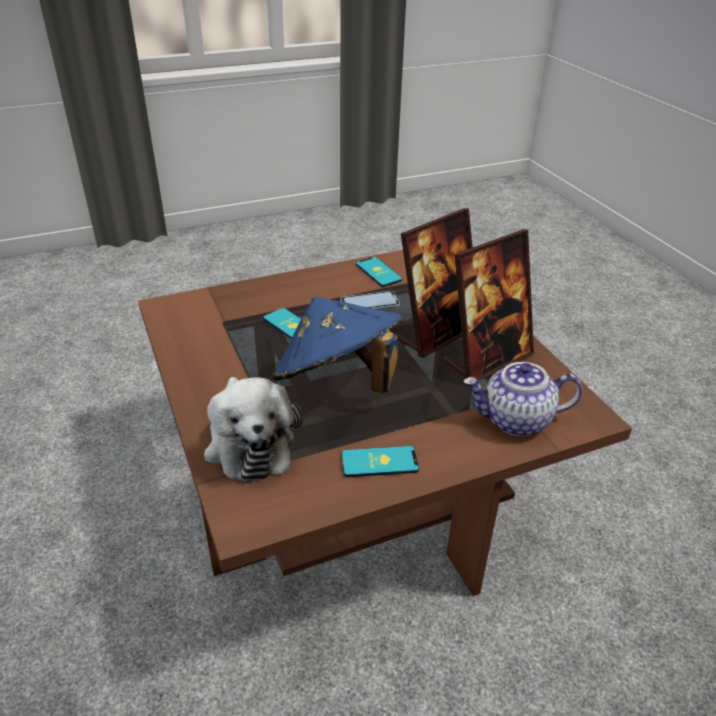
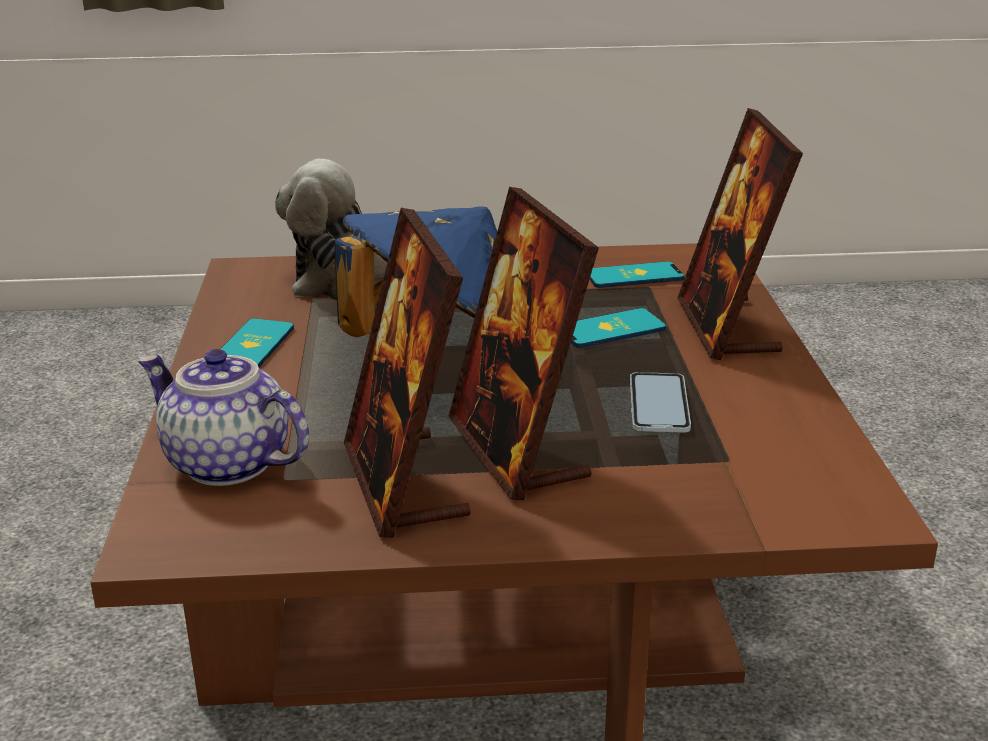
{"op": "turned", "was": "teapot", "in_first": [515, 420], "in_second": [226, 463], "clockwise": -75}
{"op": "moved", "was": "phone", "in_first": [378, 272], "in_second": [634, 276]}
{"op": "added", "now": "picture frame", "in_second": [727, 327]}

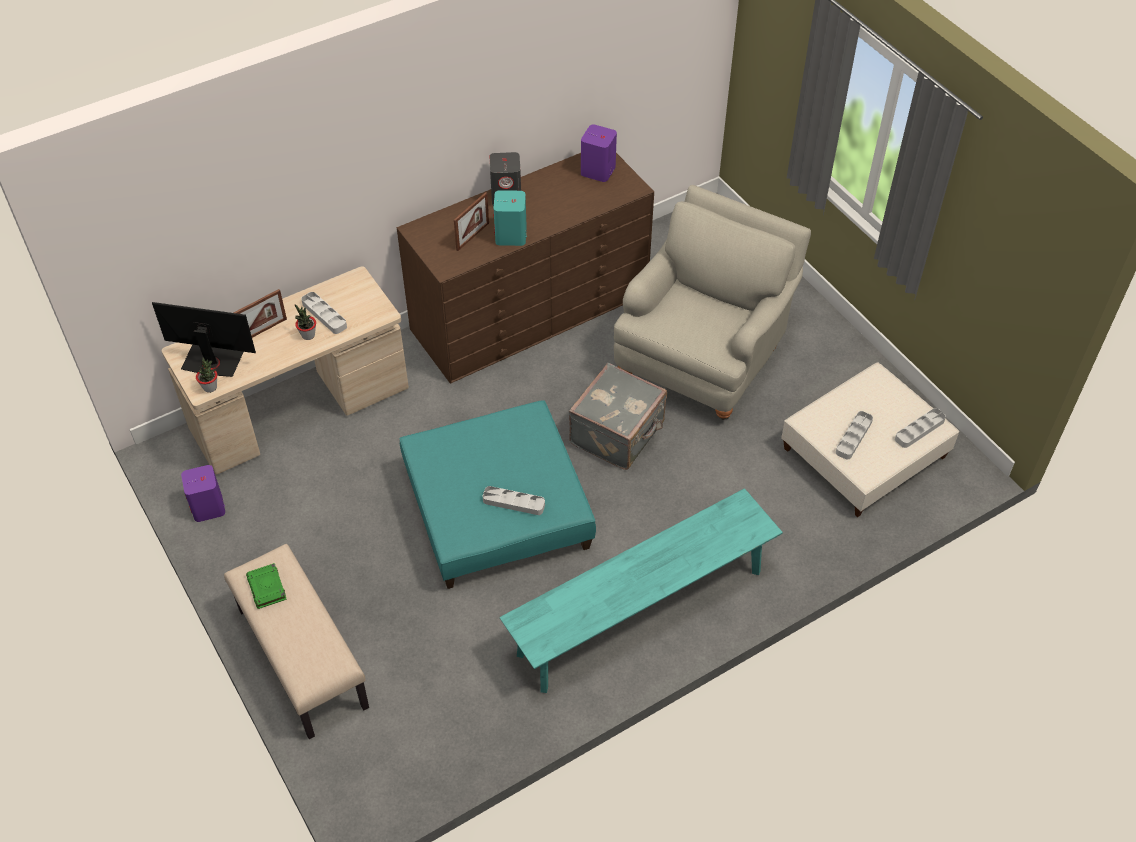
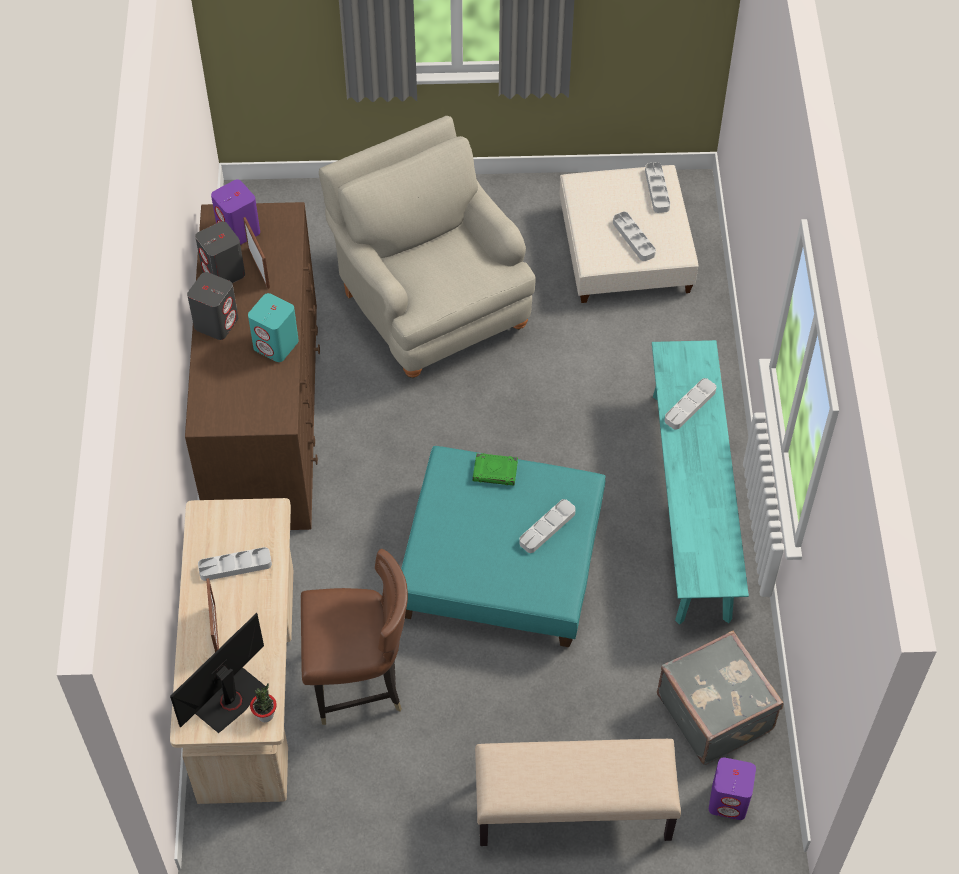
{"op": "added", "now": "speaker (grey)", "in_second": [223, 273]}
{"op": "moved", "was": "picture frame", "in_first": [472, 236], "in_second": [258, 267]}
{"op": "added", "now": "chair (brown)", "in_second": [359, 682]}
{"op": "moved", "was": "book (green)", "in_first": [267, 588], "in_second": [495, 471]}
{"op": "moved", "was": "suitcase (grey)", "in_first": [618, 434], "in_second": [716, 711]}
{"op": "added", "now": "tray (grey)", "in_second": [690, 406]}
{"op": "moved", "was": "speaker (purple)", "in_first": [208, 508], "in_second": [729, 800]}
{"op": "removed", "was": "potted plant", "in_first": [308, 335]}

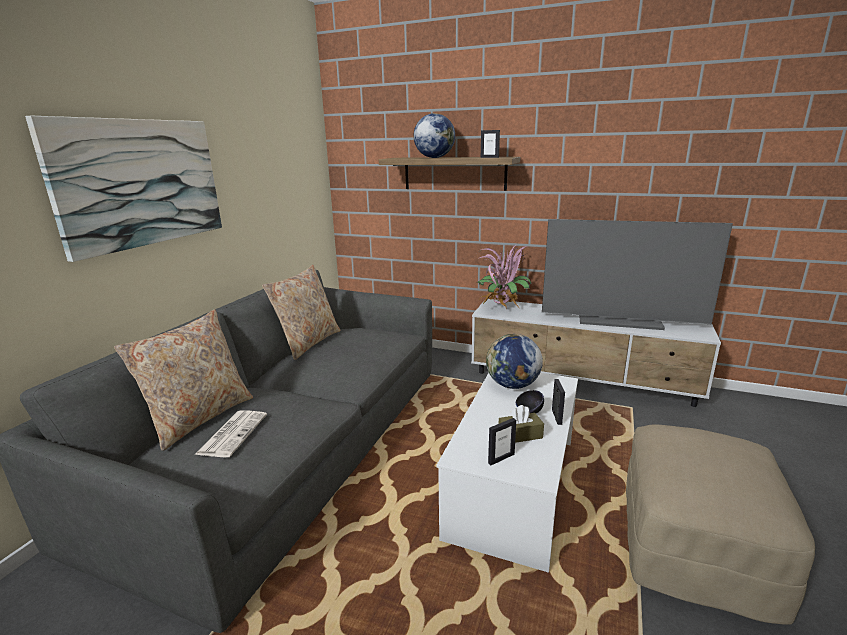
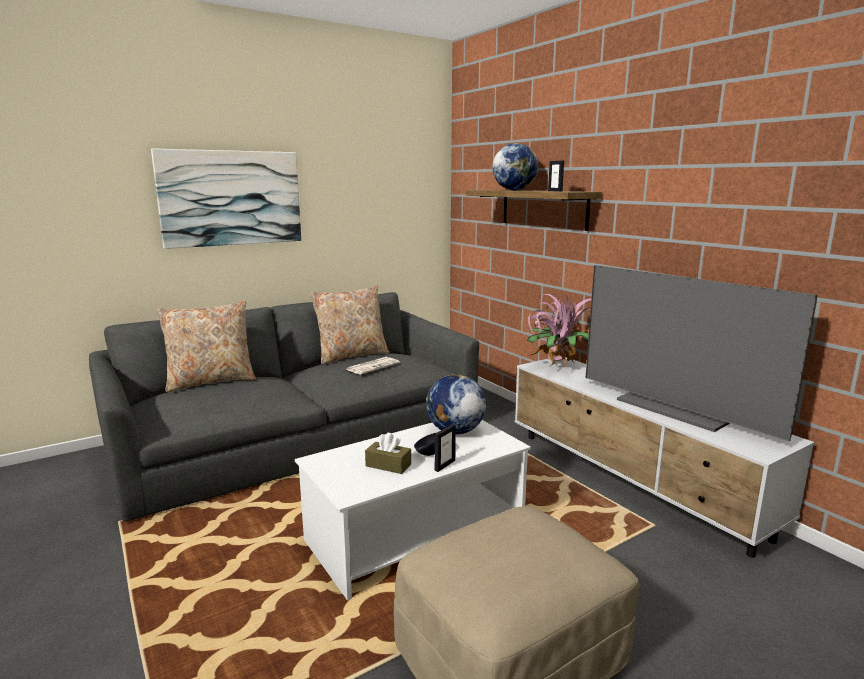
{"op": "moved", "was": "newspaper", "in_first": [232, 433], "in_second": [373, 366]}
{"op": "removed", "was": "picture frame", "in_first": [501, 458]}

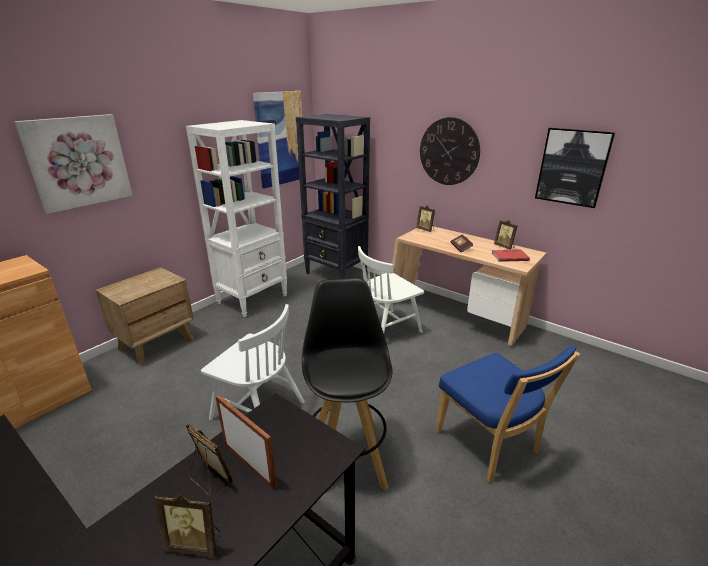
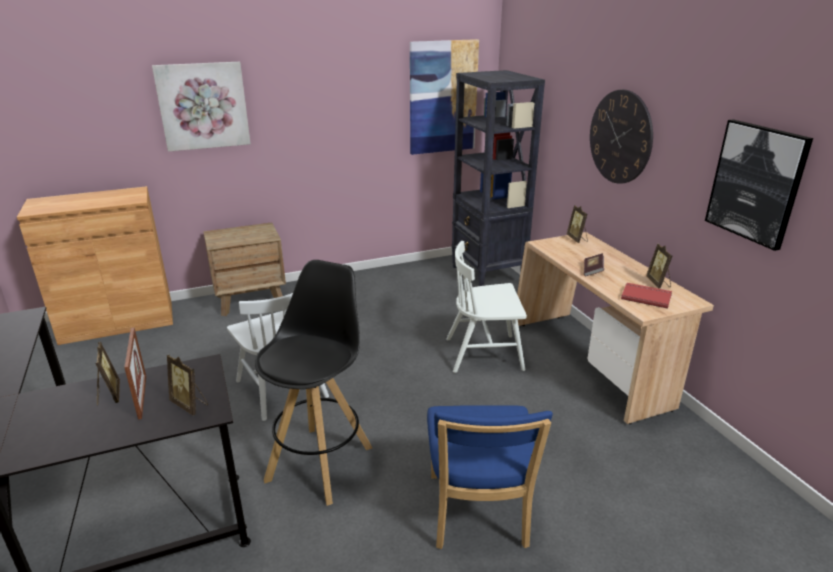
{"op": "moved", "was": "picture frame", "in_first": [195, 543], "in_second": [190, 404]}
{"op": "removed", "was": "bookcase (white)", "in_first": [253, 299]}

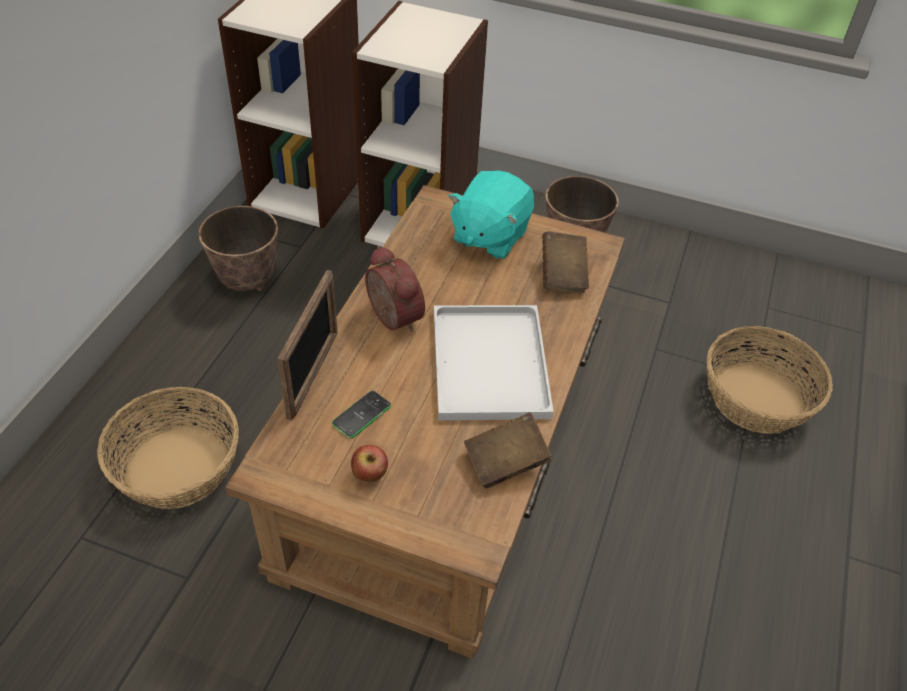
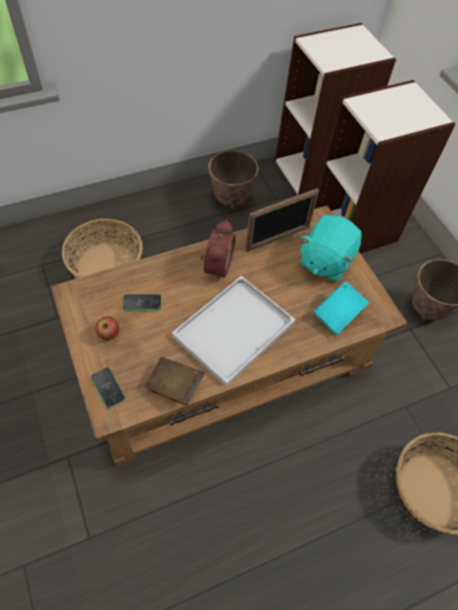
{"op": "added", "now": "phone", "in_second": [108, 388]}
{"op": "moved", "was": "picture frame", "in_first": [313, 374], "in_second": [278, 238]}
{"op": "turned", "was": "plush toy (turquoise)", "in_first": [489, 236], "in_second": [325, 260], "clockwise": -45}
{"op": "recoloured", "was": "book (brown)", "now": "book (turquoise)", "in_first": [562, 275], "in_second": [338, 314]}

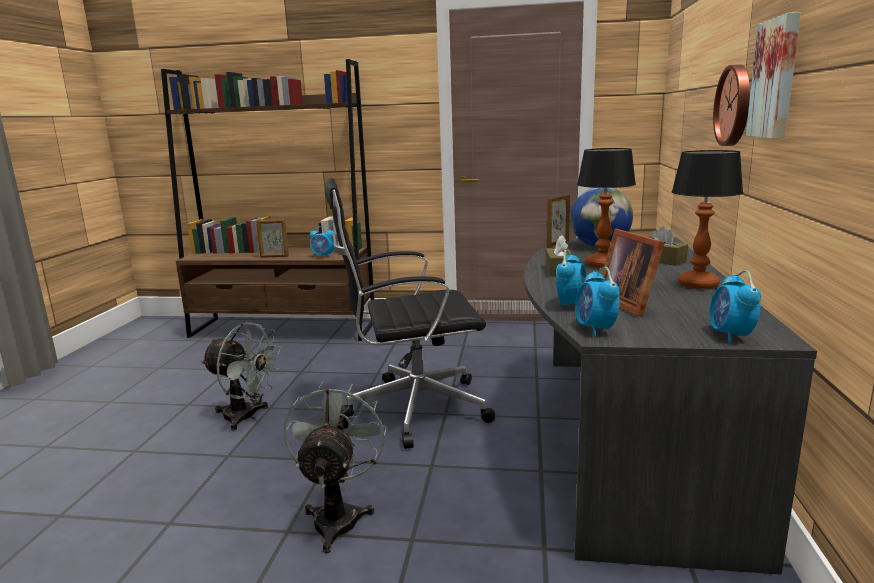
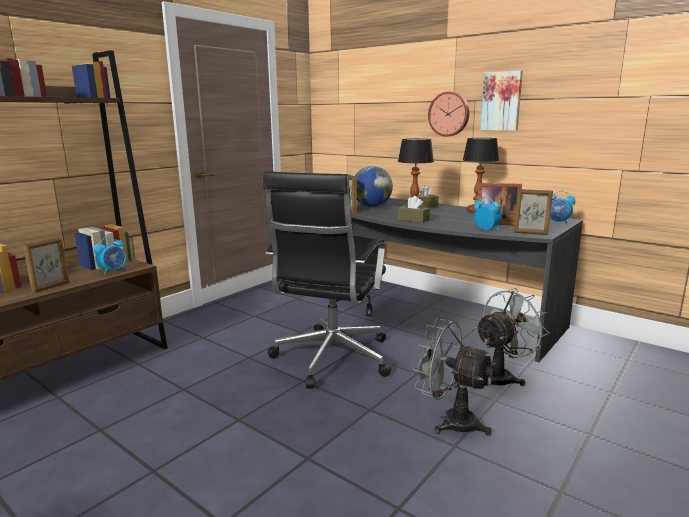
{"op": "moved", "was": "fan (grey)", "in_first": [247, 417], "in_second": [502, 377]}
{"op": "replaced", "was": "alarm clock", "now": "picture frame", "in_first": [595, 329], "in_second": [530, 233]}

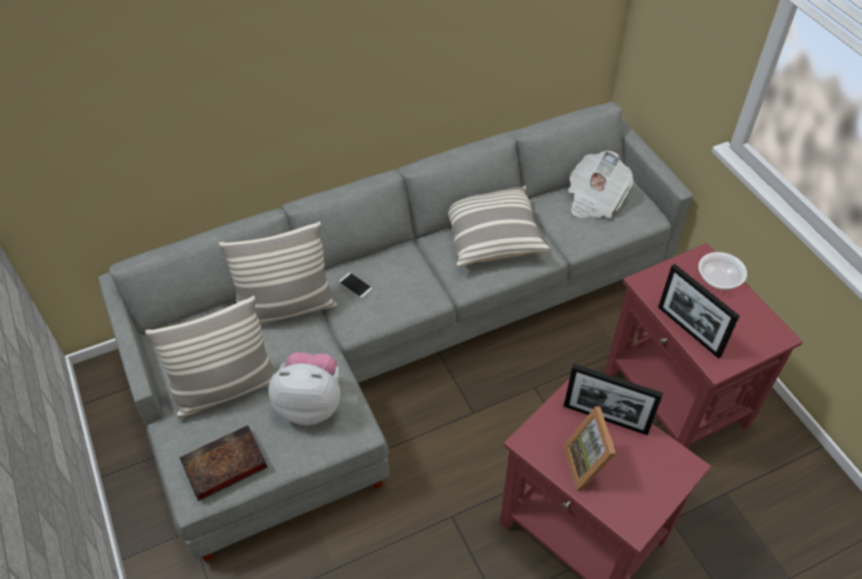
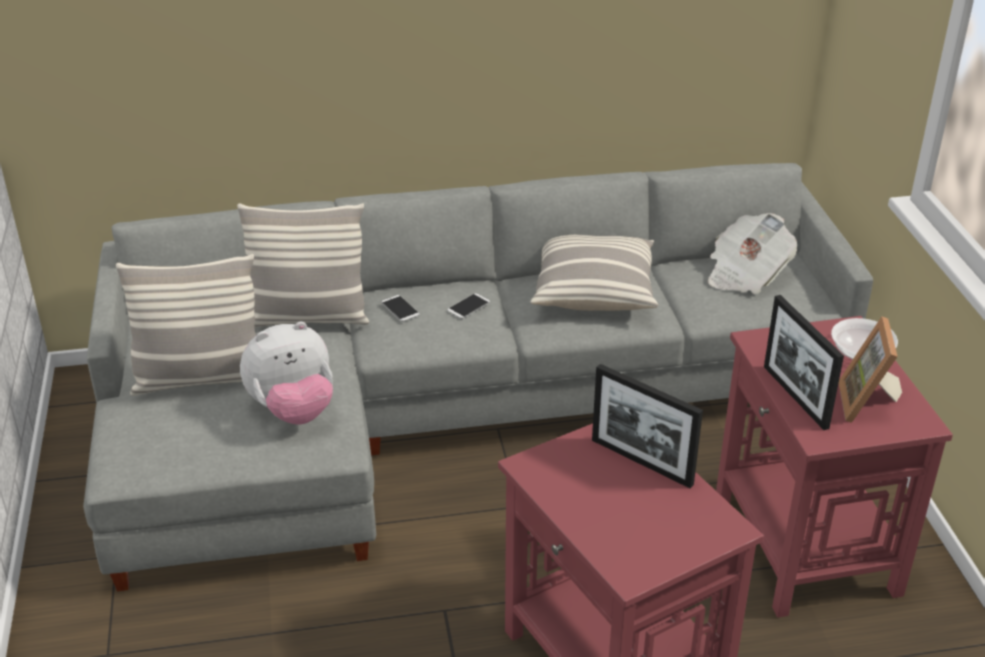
{"op": "turned", "was": "plush toy", "in_first": [311, 404], "in_second": [293, 411], "clockwise": 135}
{"op": "added", "now": "phone", "in_second": [468, 306]}
{"op": "moved", "was": "picture frame", "in_first": [590, 464], "in_second": [868, 403]}
{"op": "removed", "was": "book", "in_first": [223, 466]}

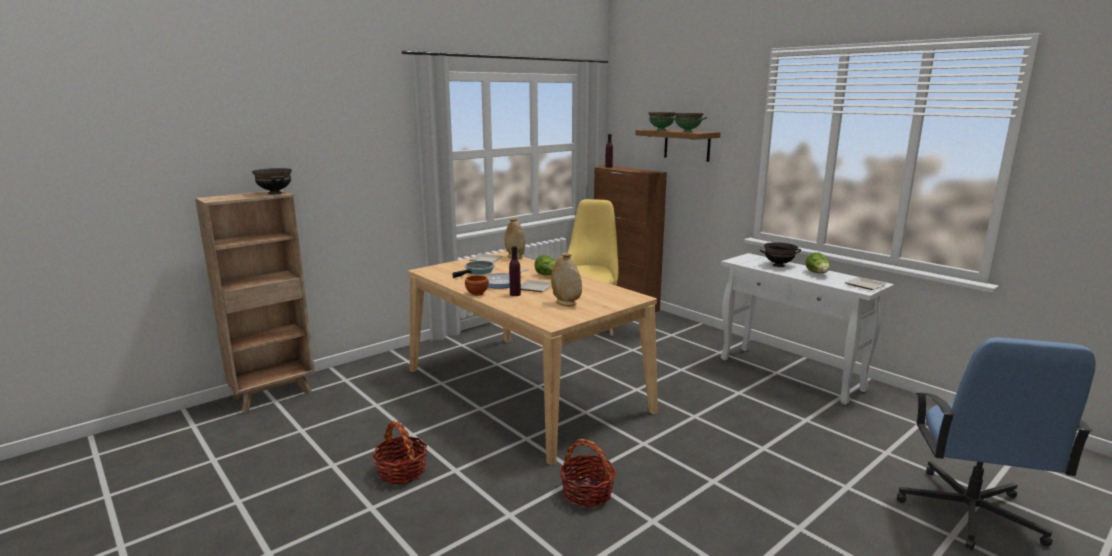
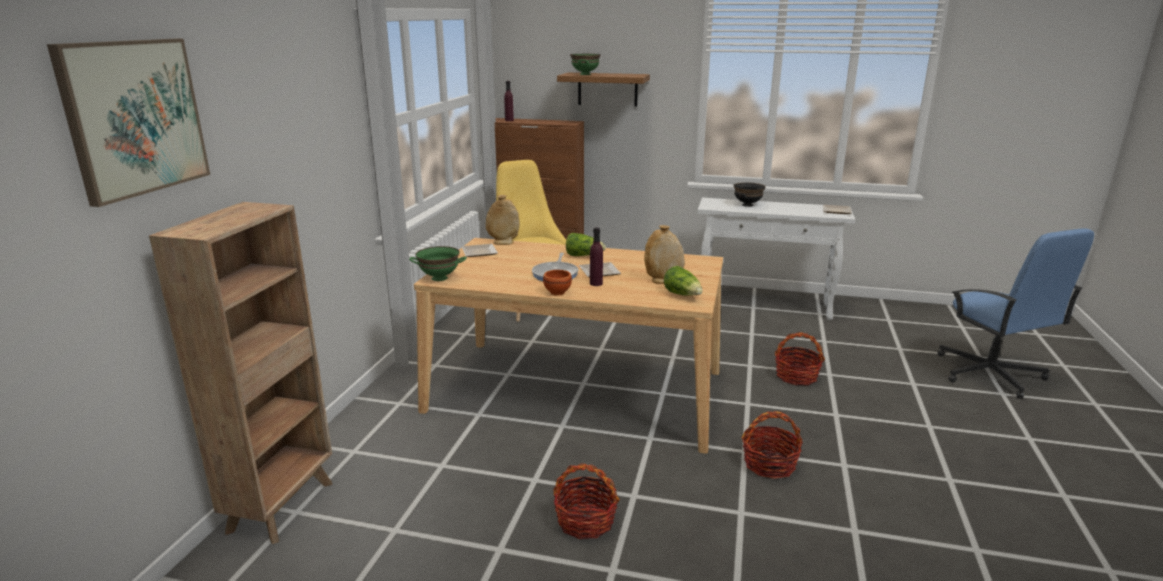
{"op": "added", "now": "picture", "in_second": [134, 117]}
{"op": "moved", "was": "bowl (green)", "in_first": [687, 131], "in_second": [439, 278]}
{"op": "moved", "was": "lettuce", "in_first": [818, 273], "in_second": [683, 295]}
{"op": "added", "now": "basket", "in_second": [796, 376]}
{"op": "removed", "was": "bowl (black)", "in_first": [275, 193]}
{"op": "removed", "was": "frying pan", "in_first": [478, 271]}

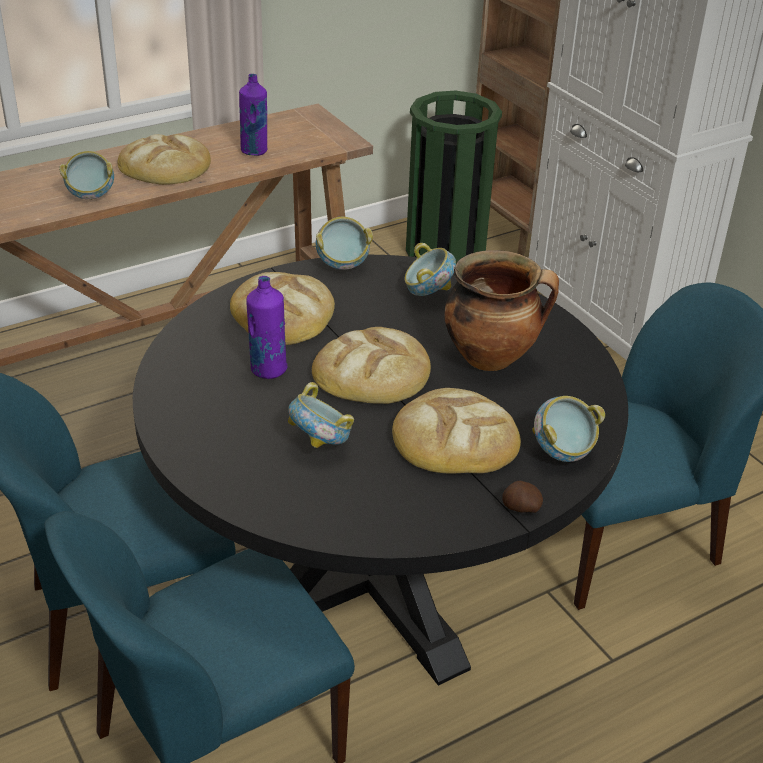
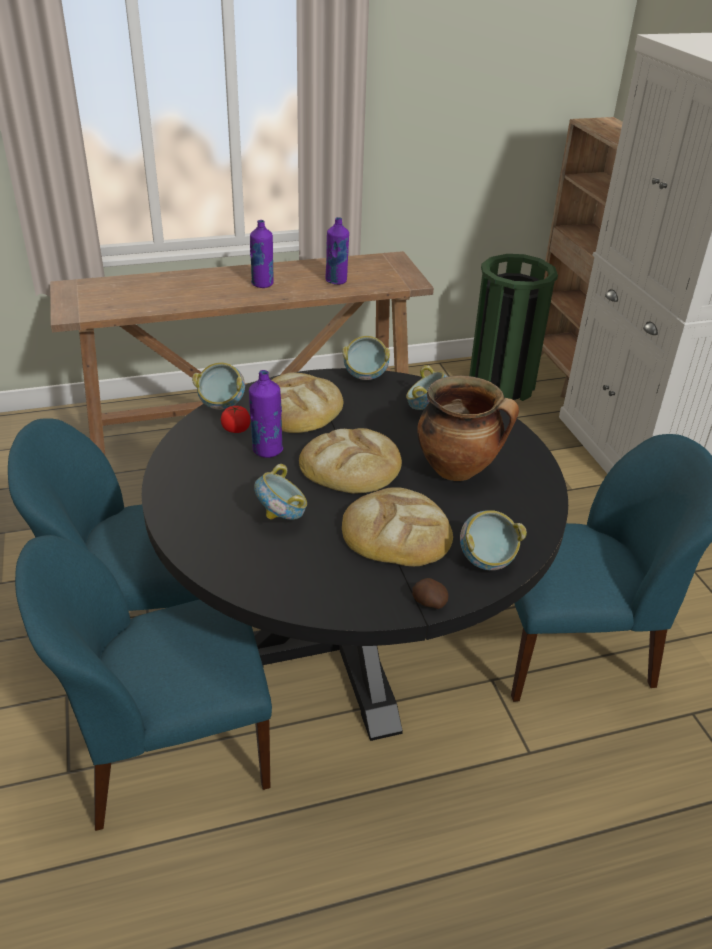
{"op": "moved", "was": "bowl", "in_first": [90, 196], "in_second": [221, 405]}
{"op": "added", "now": "tomato", "in_second": [236, 429]}
{"op": "replaced", "was": "bread", "now": "bottle (purple)", "in_first": [165, 166], "in_second": [262, 284]}

